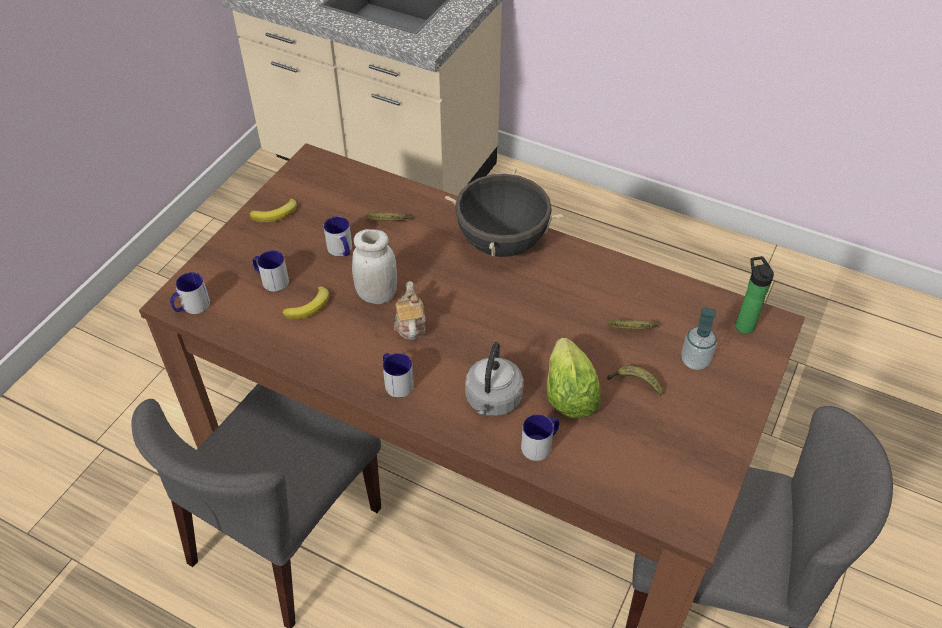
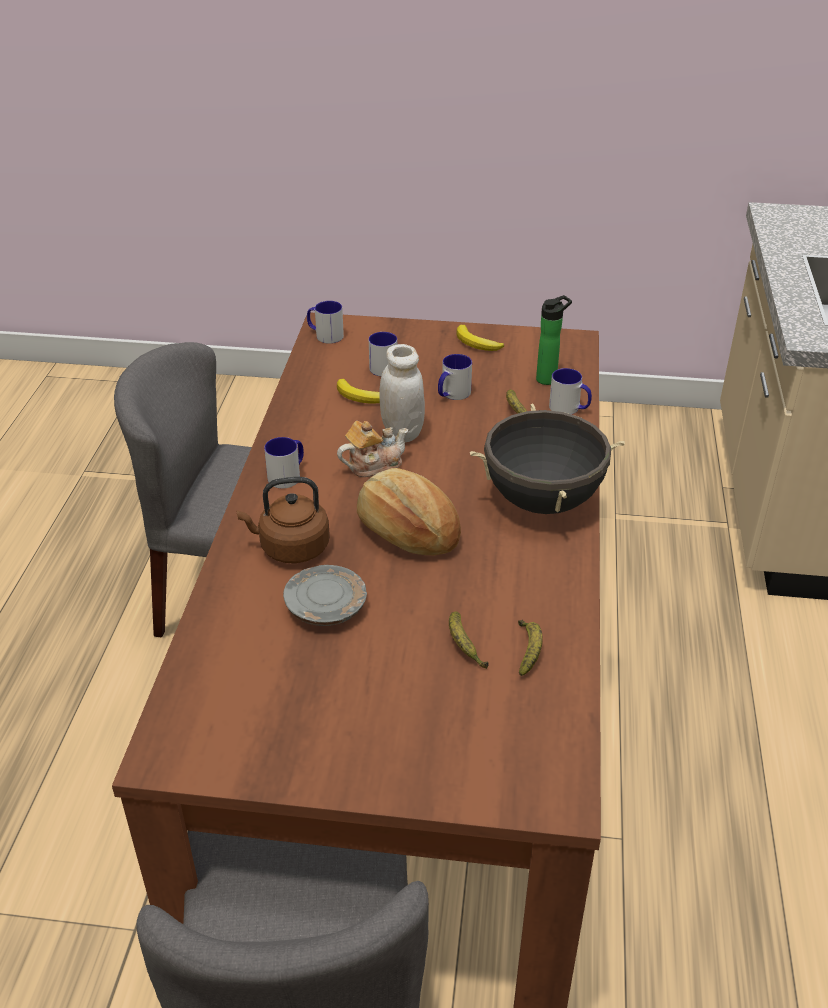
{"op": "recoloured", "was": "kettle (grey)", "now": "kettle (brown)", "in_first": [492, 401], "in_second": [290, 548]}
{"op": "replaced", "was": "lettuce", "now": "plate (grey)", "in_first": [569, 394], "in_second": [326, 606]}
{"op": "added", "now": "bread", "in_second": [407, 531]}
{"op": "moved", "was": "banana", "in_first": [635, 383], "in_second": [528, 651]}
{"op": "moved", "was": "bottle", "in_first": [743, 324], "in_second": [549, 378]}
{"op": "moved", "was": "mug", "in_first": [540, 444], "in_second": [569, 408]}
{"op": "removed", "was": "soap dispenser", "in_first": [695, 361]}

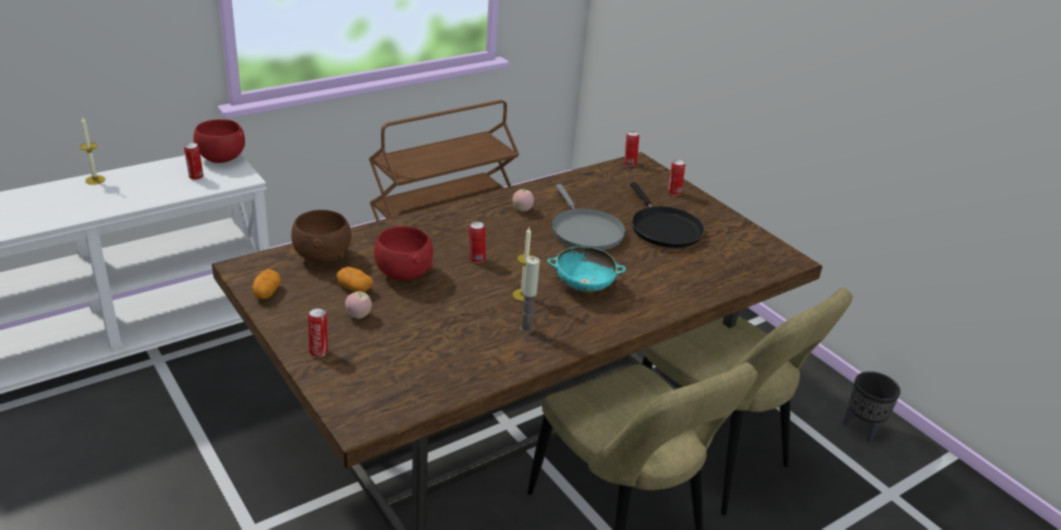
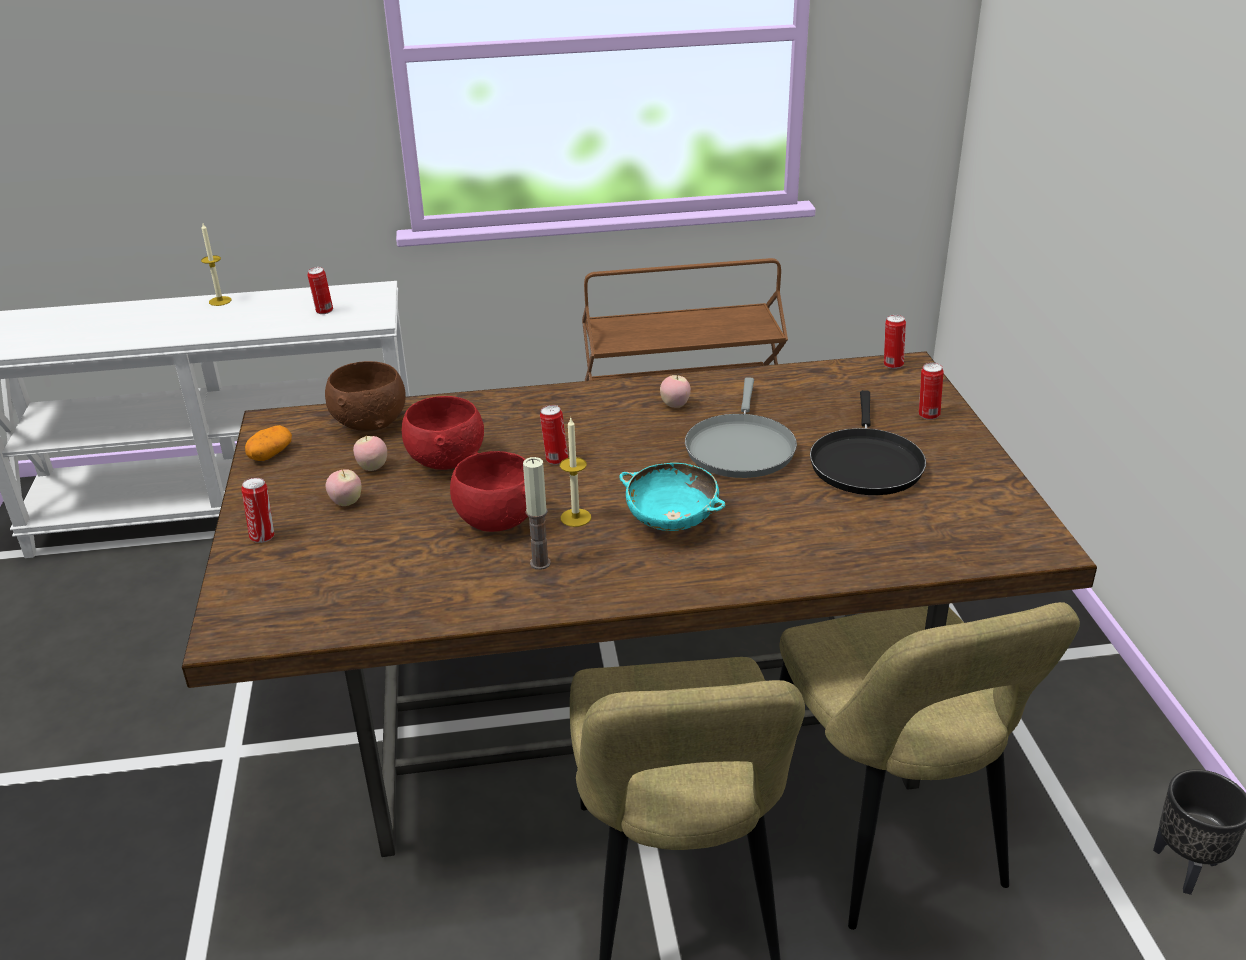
{"op": "replaced", "was": "potato", "now": "apple", "in_first": [354, 288], "in_second": [373, 468]}
{"op": "moved", "was": "bowl (red)", "in_first": [220, 158], "in_second": [496, 521]}

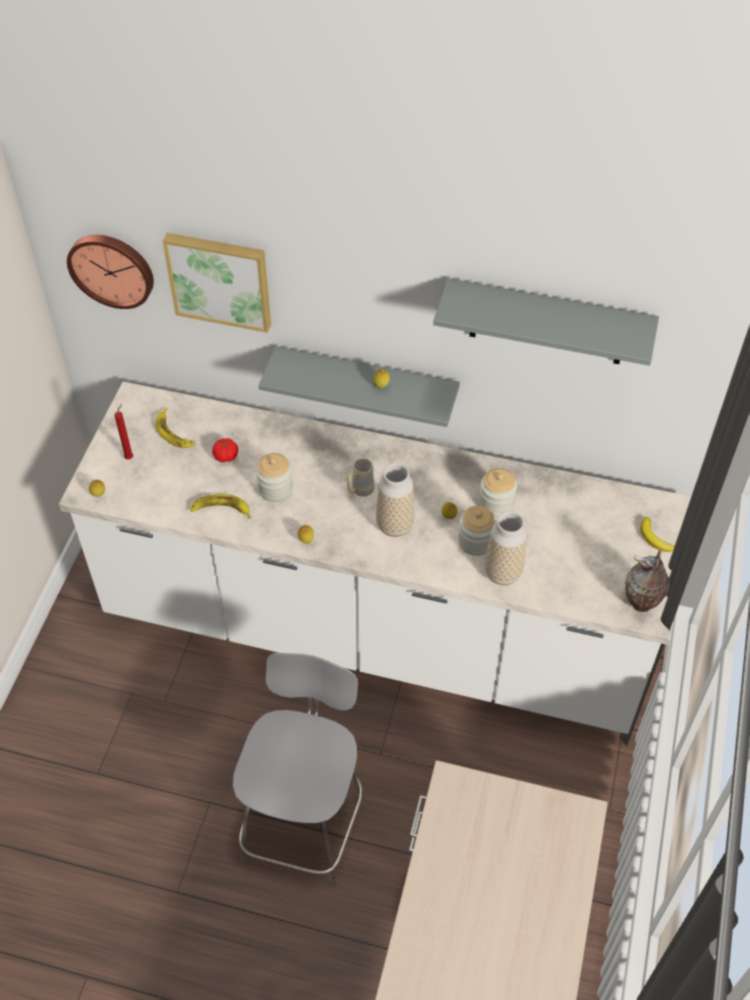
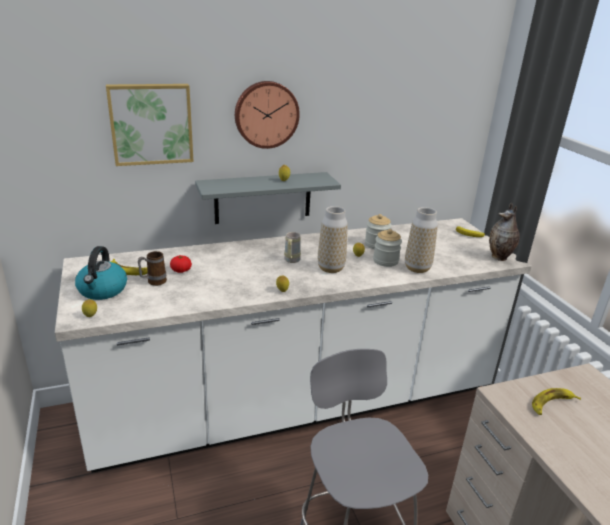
{"op": "replaced", "was": "candle (red)", "now": "kettle", "in_first": [130, 457], "in_second": [102, 290]}
{"op": "added", "now": "mug", "in_second": [153, 282]}
{"op": "moved", "was": "wall clock", "in_first": [112, 269], "in_second": [266, 114]}
{"op": "moved", "was": "banana", "in_first": [221, 509], "in_second": [552, 404]}
{"op": "removed", "was": "jar", "in_first": [275, 489]}
{"op": "removed", "was": "shelf (grey)", "in_first": [547, 323]}

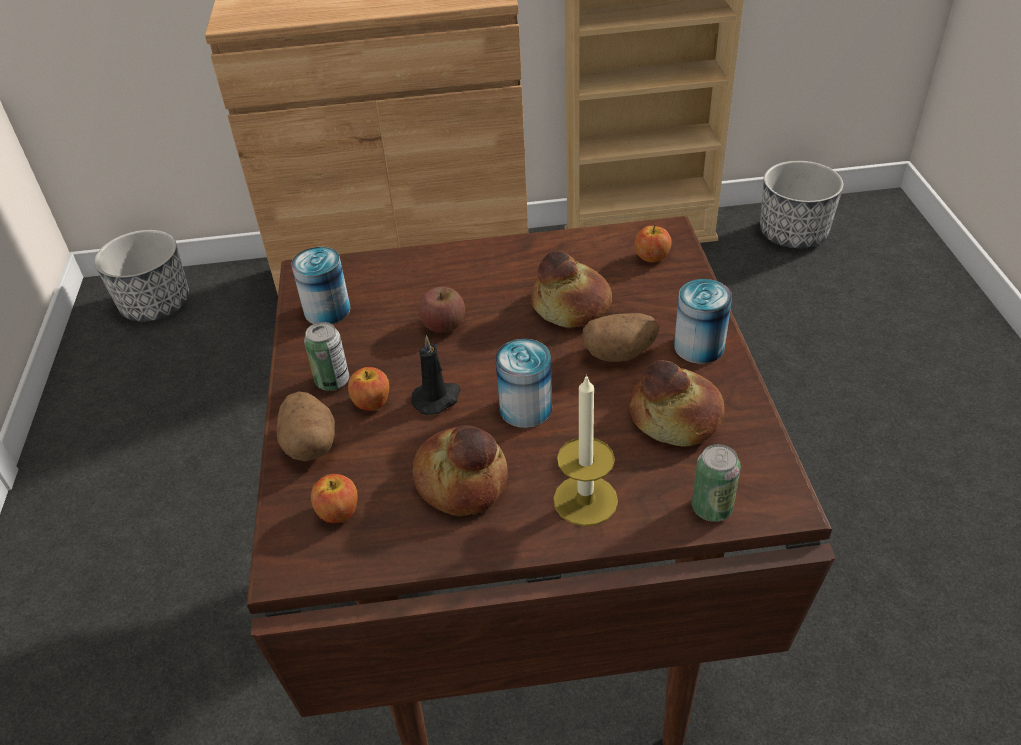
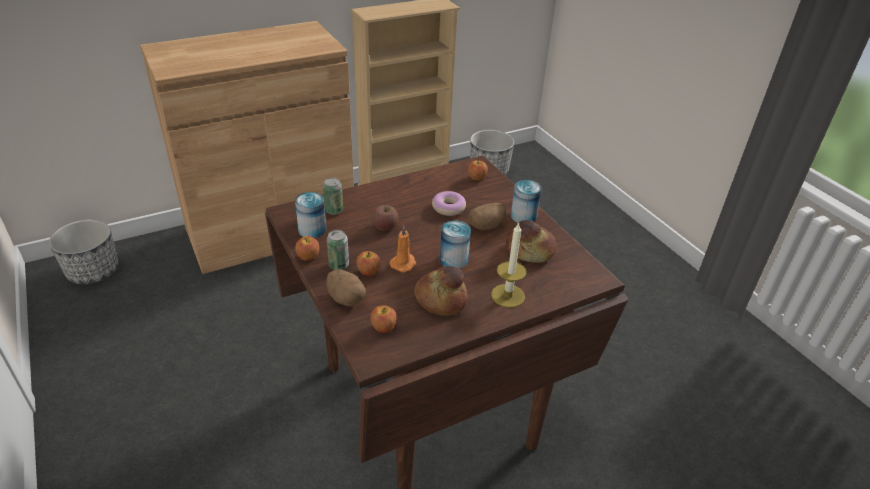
{"op": "added", "now": "apple", "in_second": [308, 257]}
{"op": "moved", "was": "can", "in_first": [712, 508], "in_second": [334, 210]}
{"op": "recoloured", "was": "candle (black)", "now": "candle (orange)", "in_first": [437, 398], "in_second": [404, 263]}
{"op": "replaced", "was": "bread", "now": "donut", "in_first": [570, 307], "in_second": [448, 208]}

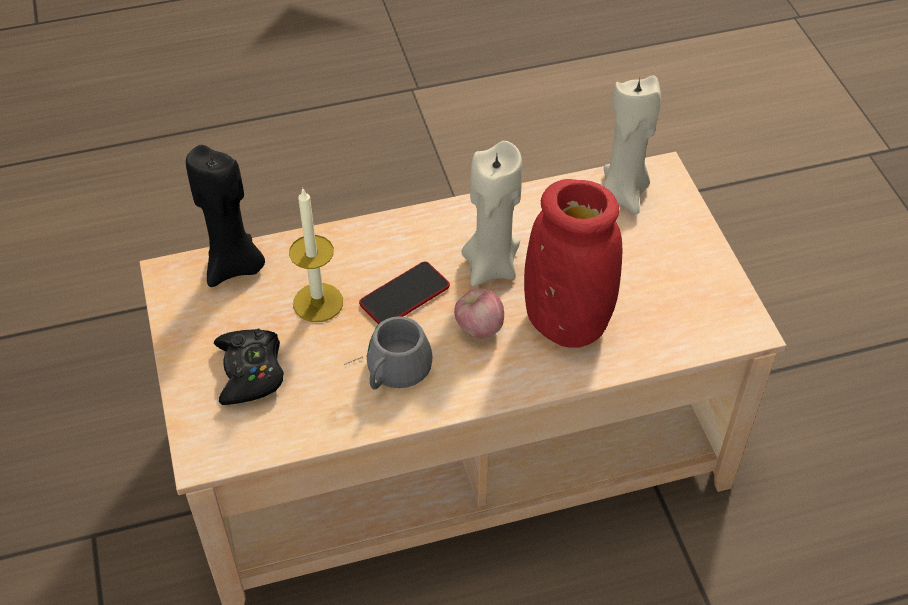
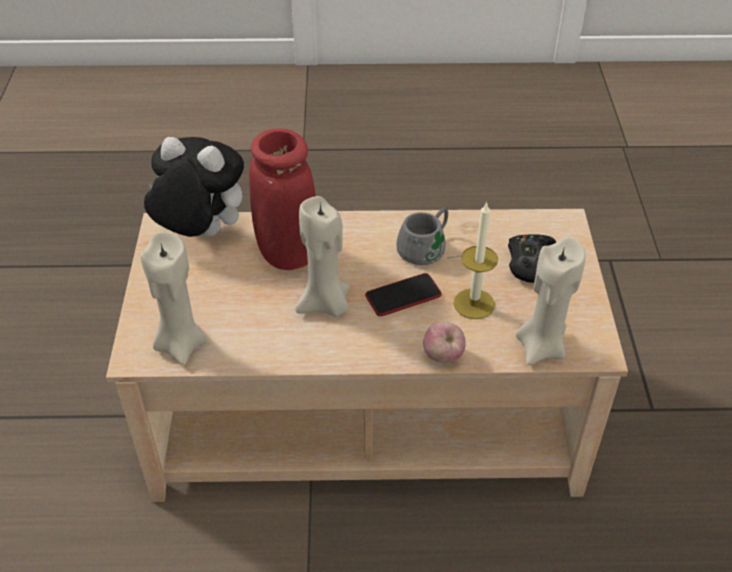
{"op": "added", "now": "plush toy", "in_second": [200, 233]}
{"op": "moved", "was": "apple", "in_first": [478, 328], "in_second": [443, 356]}
{"op": "recoloured", "was": "candle (black)", "now": "candle (beige)", "in_first": [235, 266], "in_second": [541, 347]}

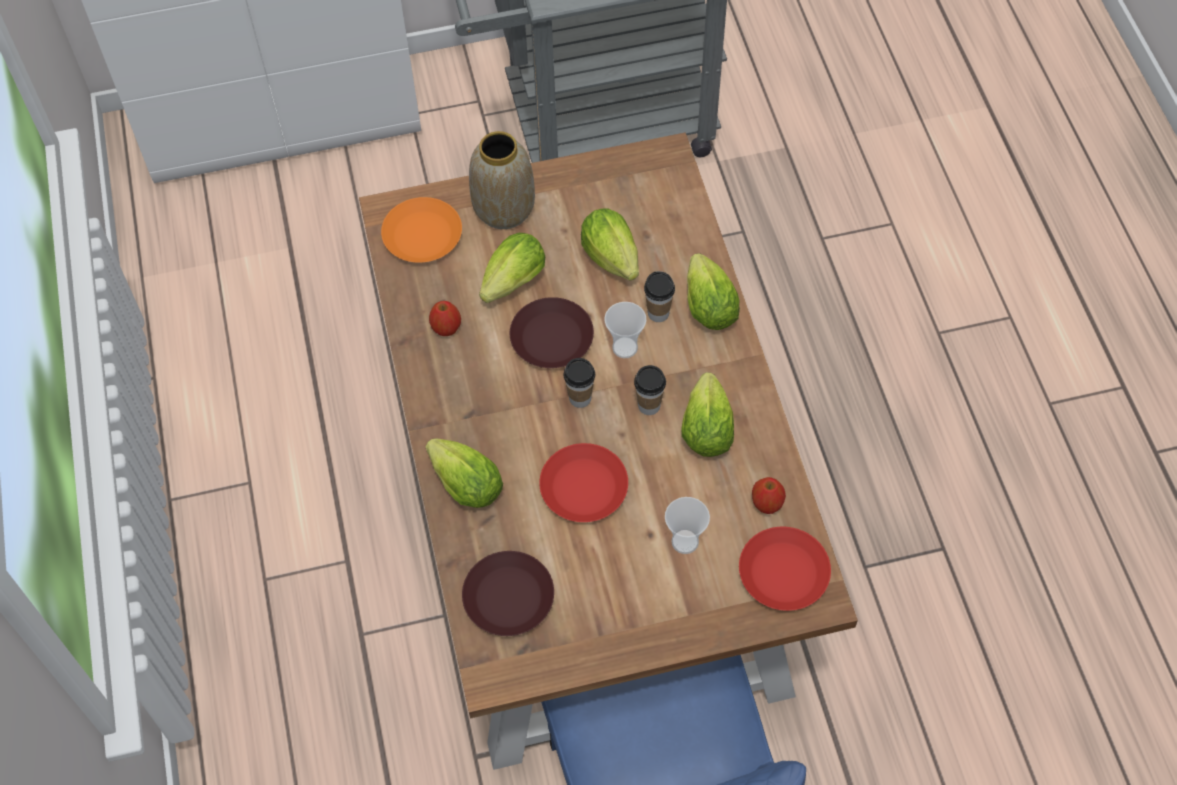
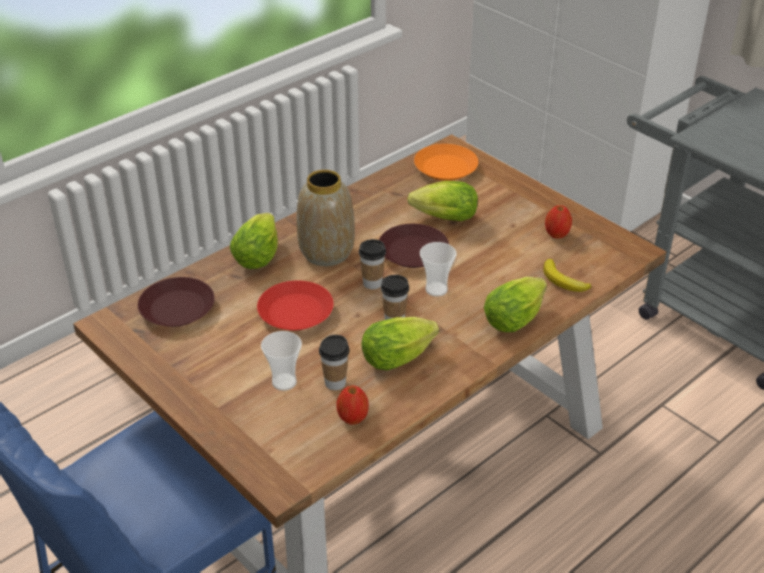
{"op": "moved", "was": "vase", "in_first": [505, 209], "in_second": [327, 253]}
{"op": "moved", "was": "cup", "in_first": [658, 313], "in_second": [335, 383]}
{"op": "added", "now": "banana", "in_second": [563, 281]}
{"op": "moved", "was": "apple", "in_first": [446, 328], "in_second": [557, 234]}
{"op": "removed", "was": "lettuce", "in_first": [614, 261]}
{"op": "removed", "was": "plate (red)", "in_first": [782, 573]}

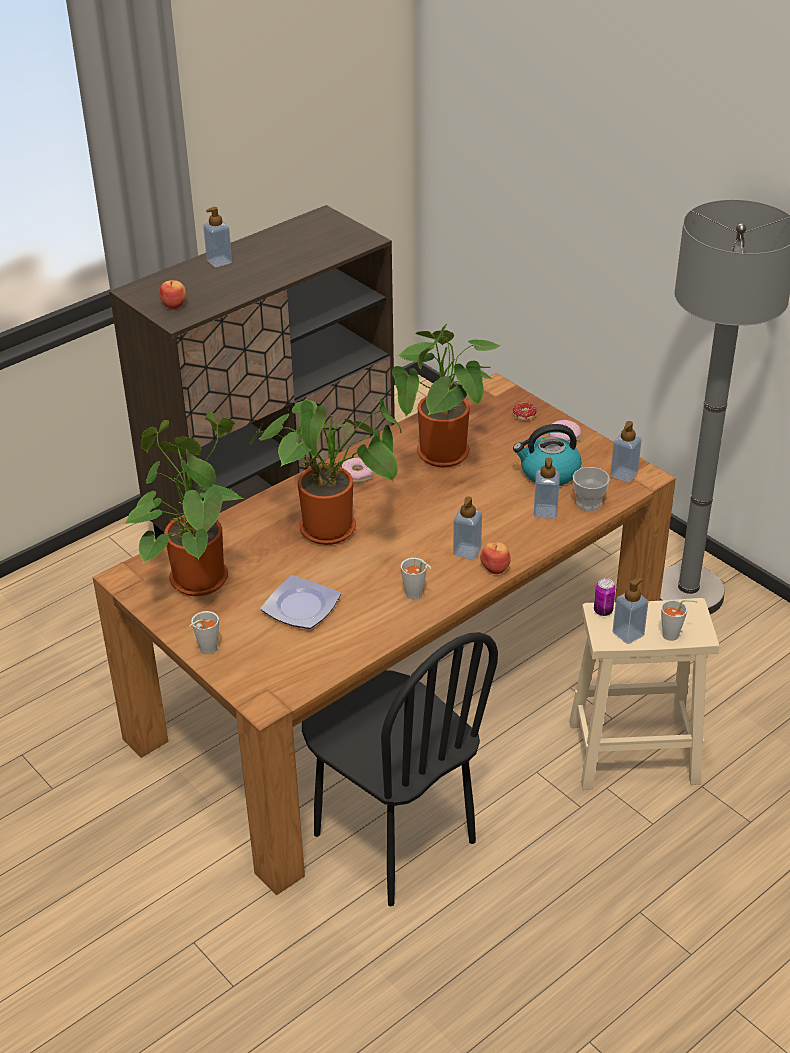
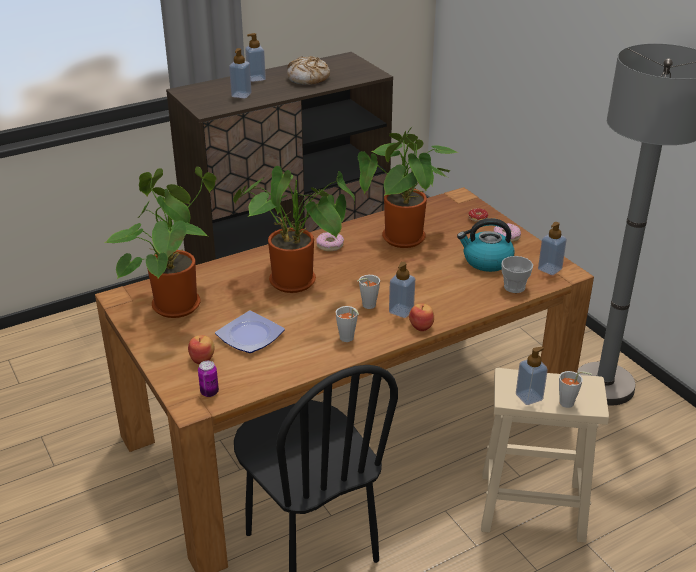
{"op": "moved", "was": "apple", "in_first": [174, 305], "in_second": [202, 359]}
{"op": "moved", "was": "can", "in_first": [603, 611], "in_second": [209, 392]}
{"op": "moved", "was": "soap dispenser", "in_first": [545, 512], "in_second": [241, 95]}
{"op": "added", "now": "bread", "in_second": [308, 78]}
{"op": "moved", "was": "cup (grey)", "in_first": [205, 650], "in_second": [366, 306]}

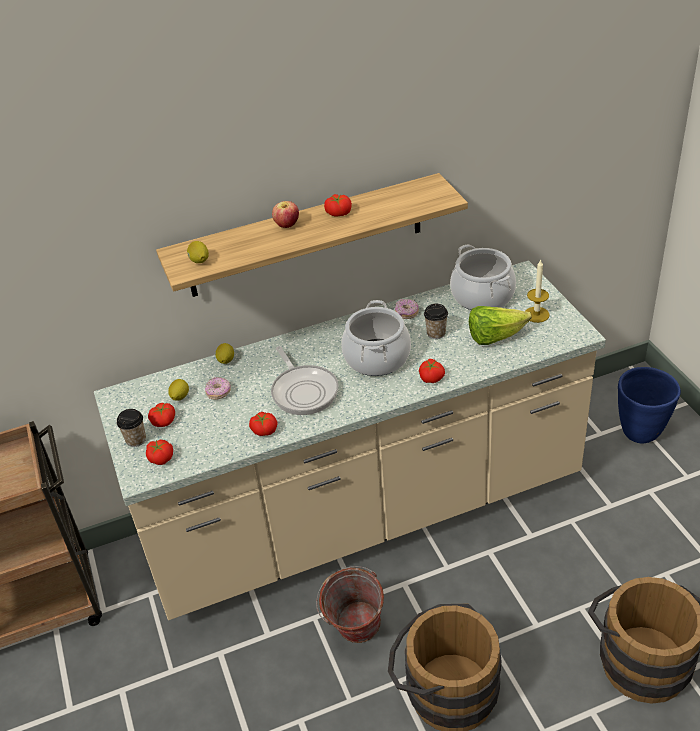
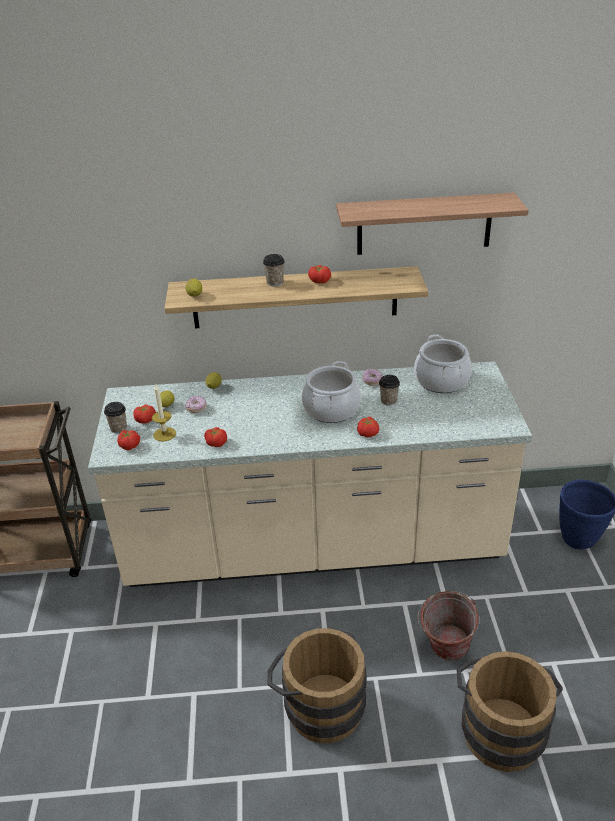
{"op": "moved", "was": "candle", "in_first": [536, 314], "in_second": [164, 434]}
{"op": "replaced", "was": "apple", "now": "cup", "in_first": [287, 225], "in_second": [275, 282]}
{"op": "added", "now": "shelf", "in_second": [424, 224]}
{"op": "moved", "was": "bucket", "in_first": [354, 634], "in_second": [444, 652]}
{"op": "removed", "was": "frying pan", "in_first": [303, 391]}
{"op": "removed", "was": "lettuce", "in_first": [495, 337]}

